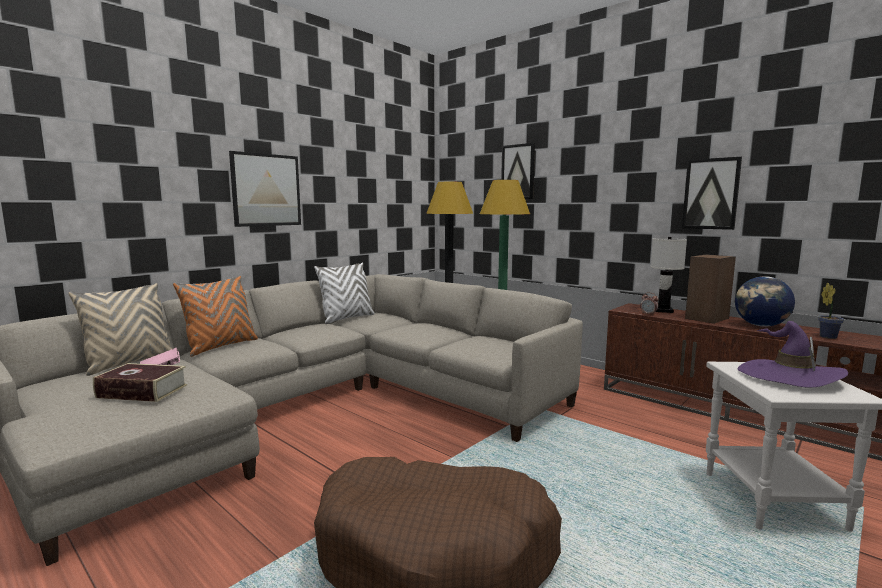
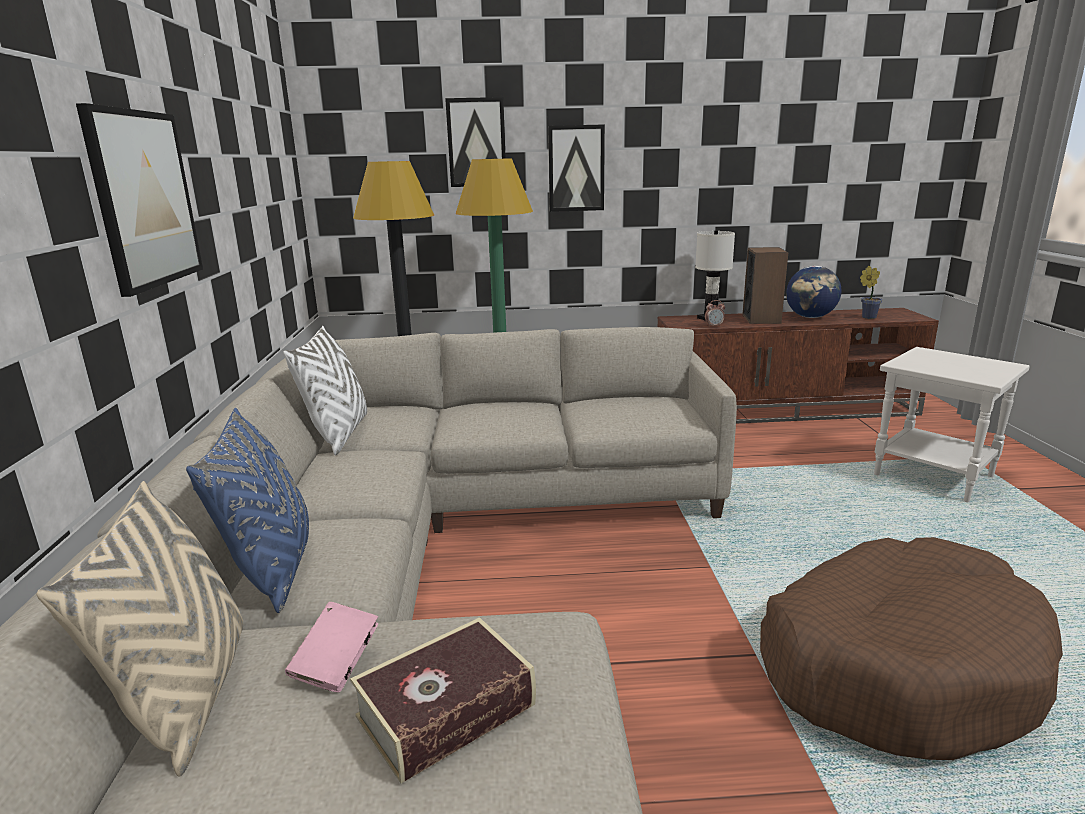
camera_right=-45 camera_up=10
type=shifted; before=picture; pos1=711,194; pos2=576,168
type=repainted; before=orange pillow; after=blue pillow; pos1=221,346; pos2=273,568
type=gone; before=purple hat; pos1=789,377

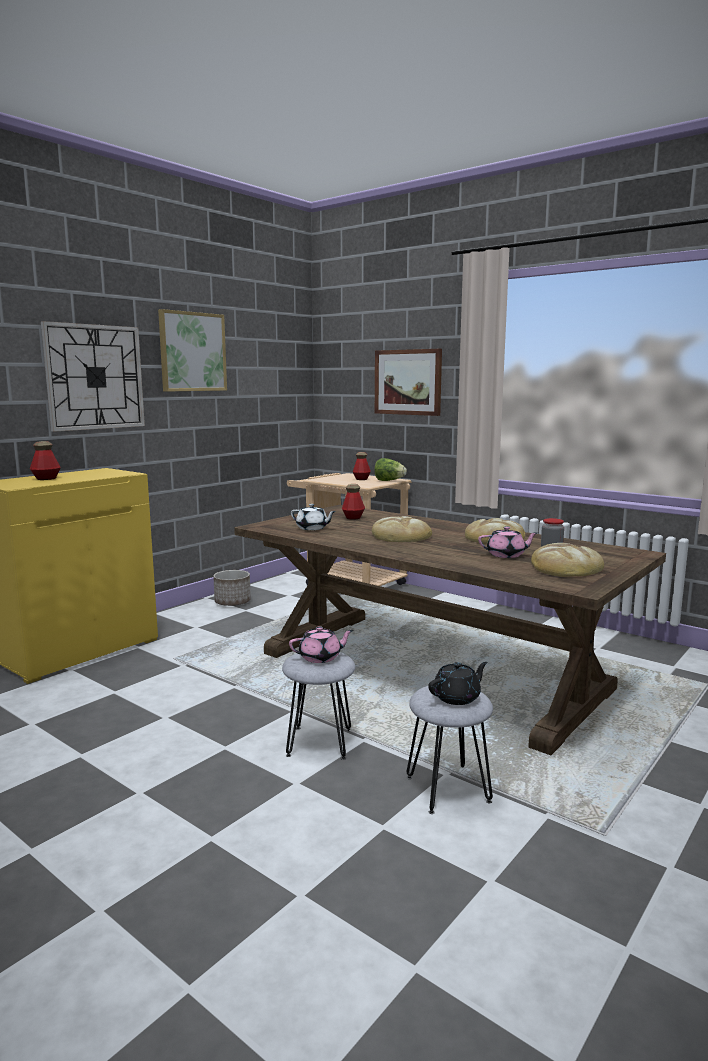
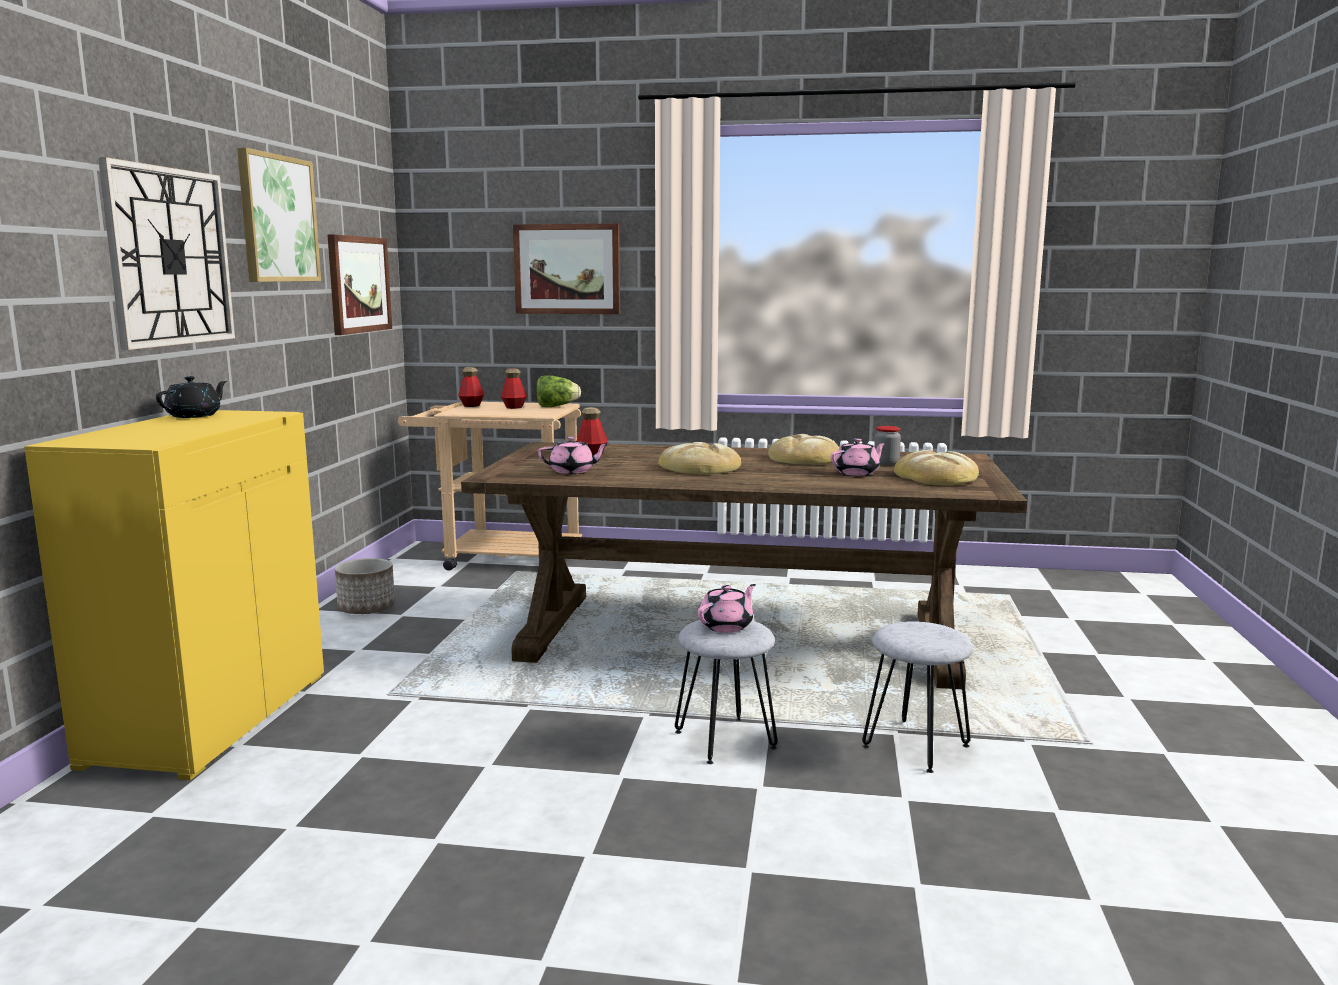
camera_right=-30 camera_up=0
type=shifted; before=bottle; pos1=46,479; pos2=471,405
type=repainted; before=white teapot; after=pink teapot; pos1=312,528; pos2=573,471
type=shifted; before=black teapot; pos1=457,697; pos2=195,416
type=new; after=picture; pos2=358,284

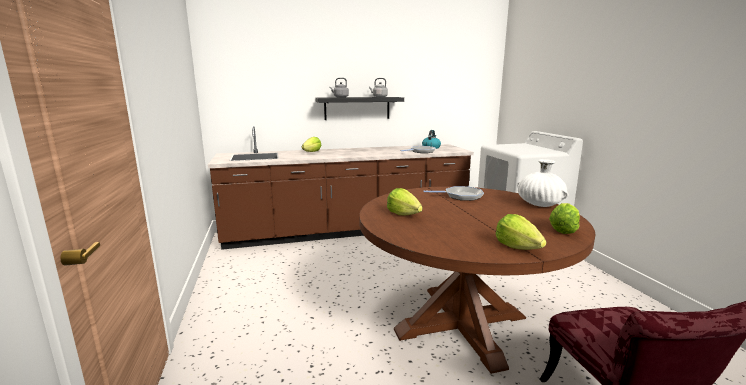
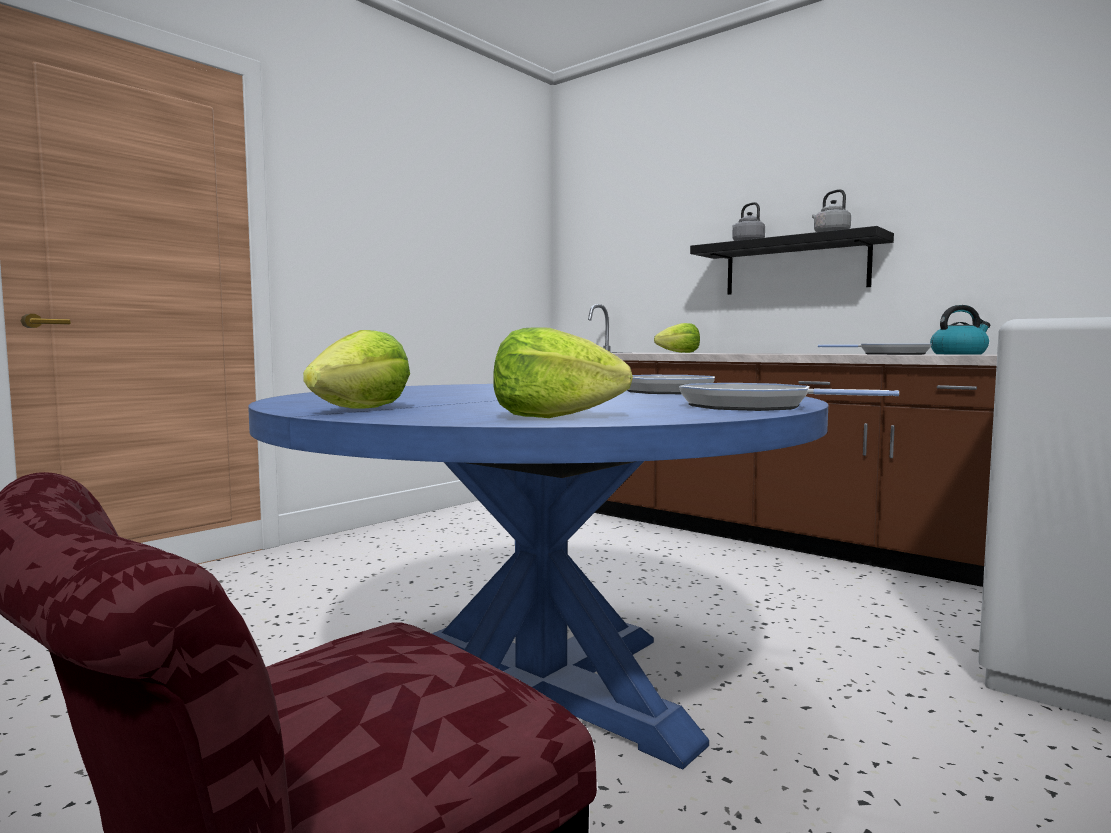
camera_right=55 camera_up=-10
type=swapped; before=white vase; after=frying pan; pos1=540,204; pos2=754,406
type=repainted; before=brown dining table; after=blue dining table; pos1=461,324; pos2=541,692
type=gone; before=lettuce; pos1=403,214

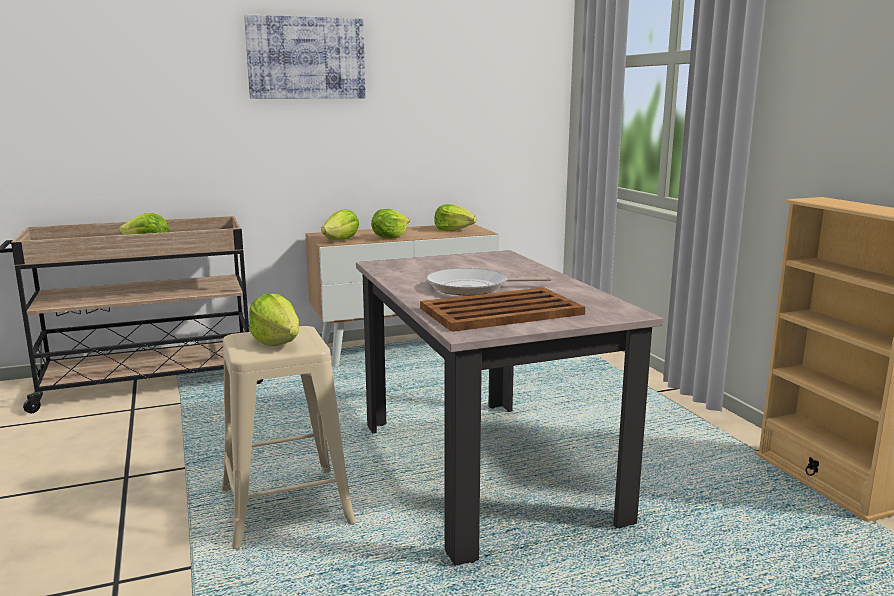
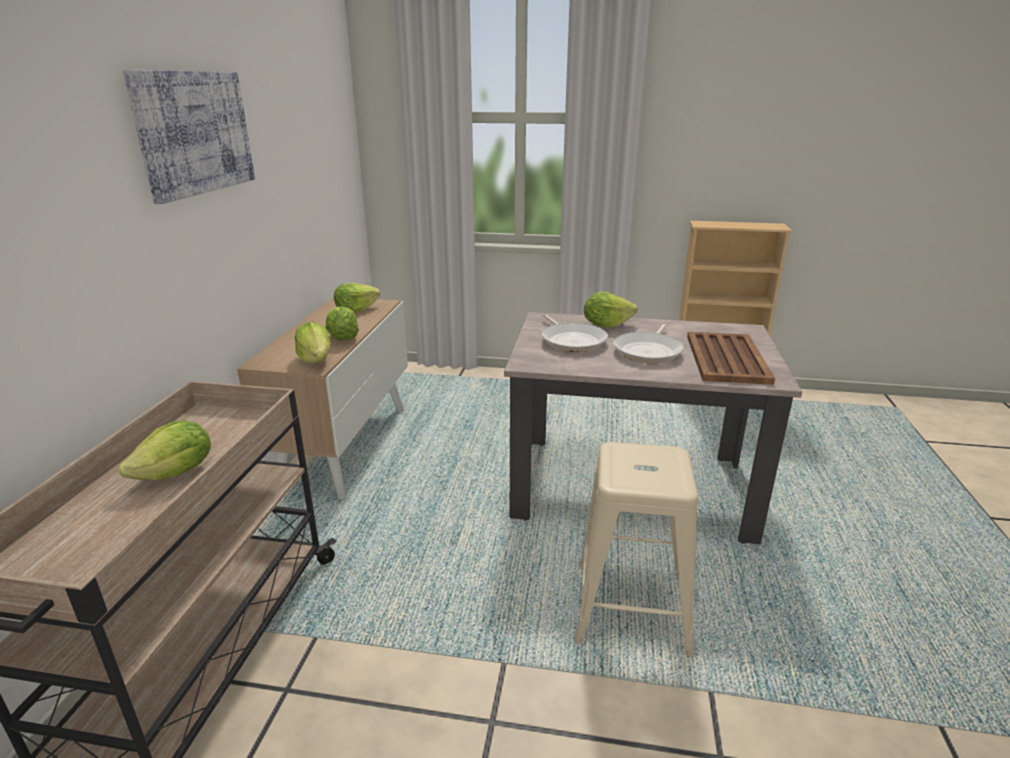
camera_right=-60 camera_up=10
type=shifted; before=lettuce; pos1=277,342; pos2=606,325
type=new; after=frying pan; pos2=572,340

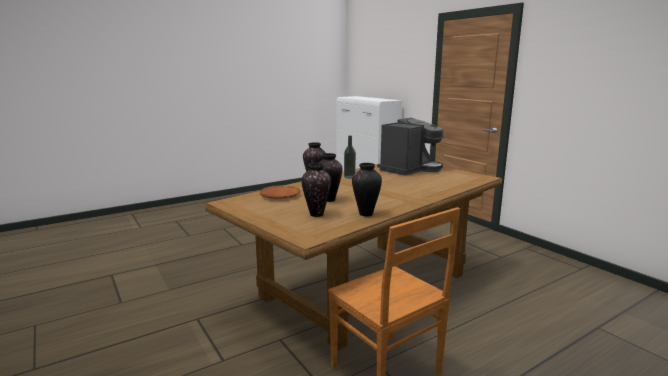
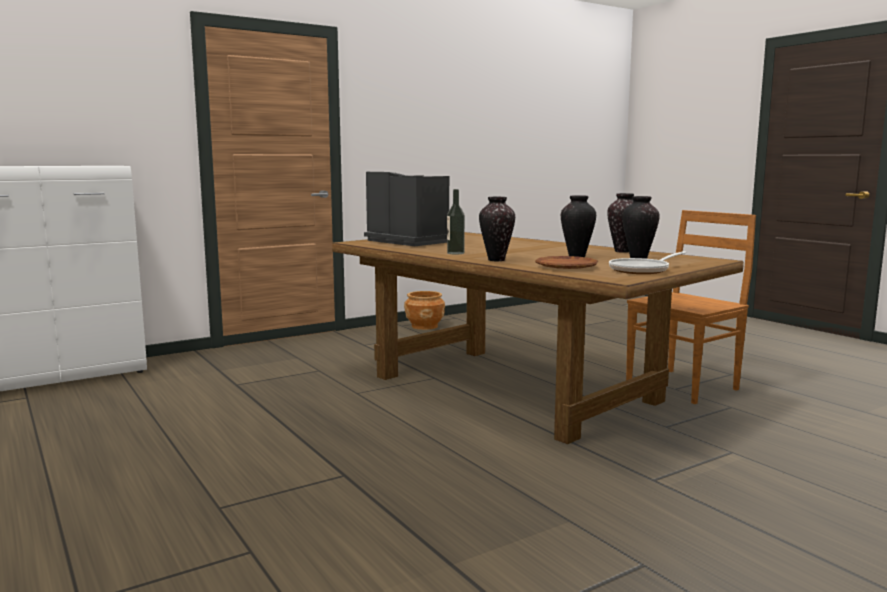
camera_right=-90 camera_up=-5
type=new; after=frying pan; pos2=642,270
type=new; after=brown planter; pos2=424,326

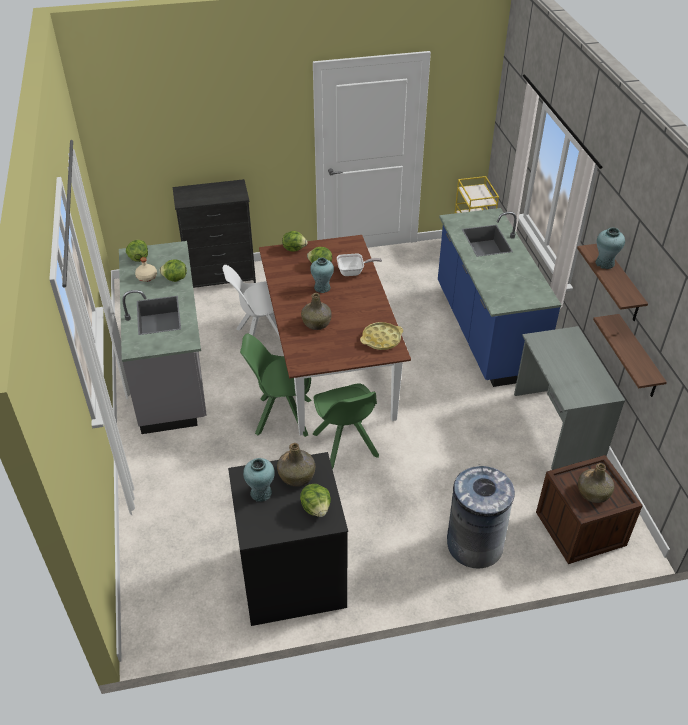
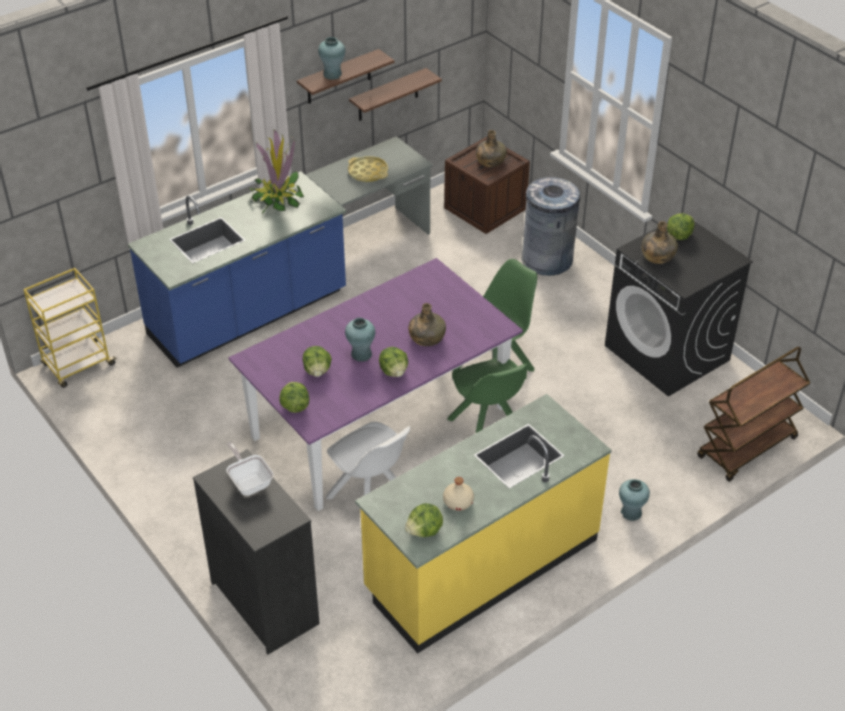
camera_right=-115 camera_up=0
type=repainted; before=brown dining table; after=purple dining table; pos1=330,364; pos2=379,421
type=repainted; before=grey counter; after=yellow counter; pos1=171,370; pos2=481,565
type=shifted; before=frying pan; pos1=353,272; pos2=249,482
type=shifted; before=lettuce; pos1=175,279; pos2=394,371
type=shifted; before=yellow tray; pos1=381,339; pos2=368,172
type=shifted; before=turquoise vase; pos1=261,493; pos2=631,513
type=new; after=potted plant; pos2=278,198
type=new; after=brown cart; pos2=747,449

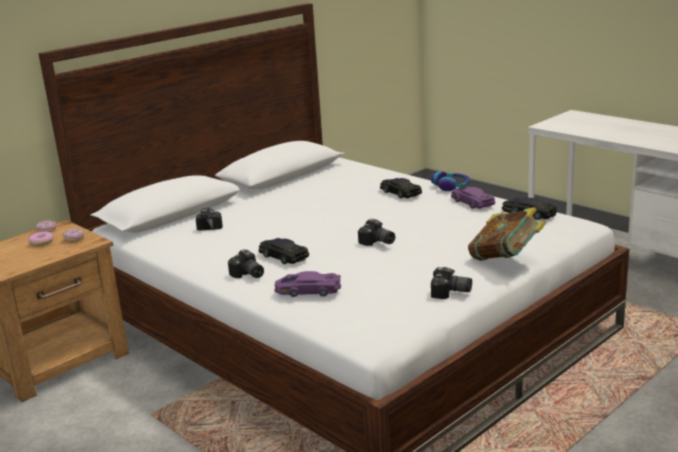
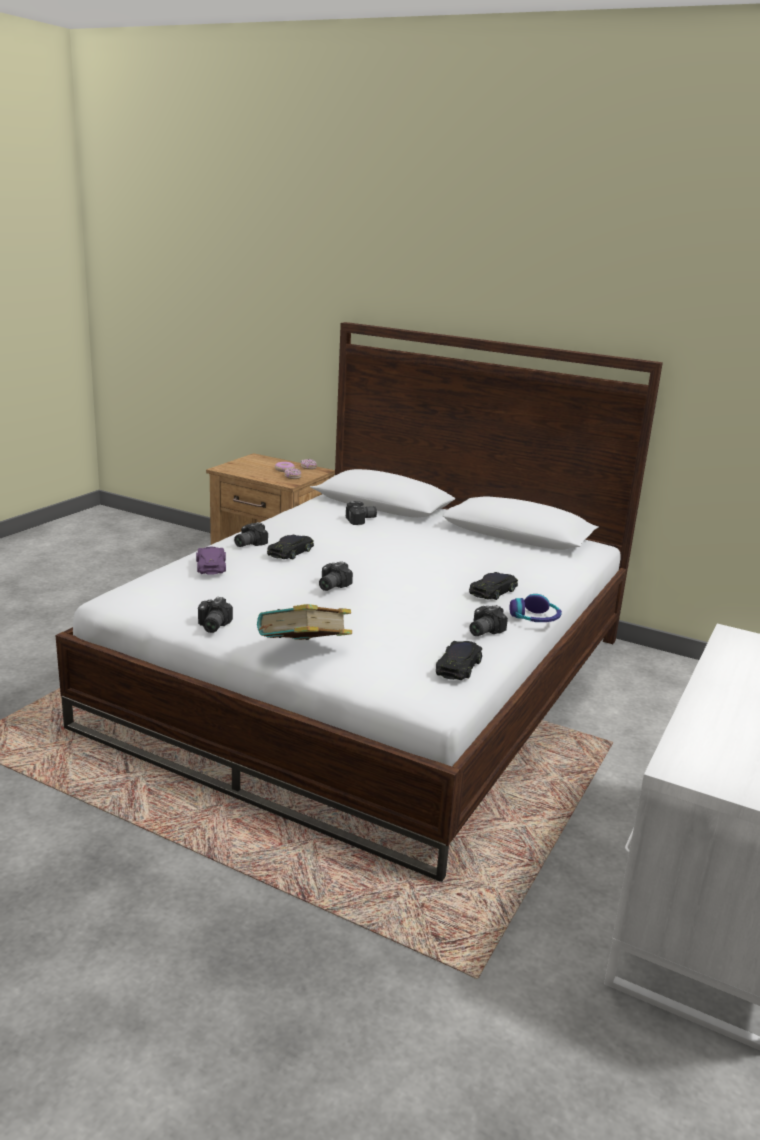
camera_right=70 camera_up=0
type=swapped; before=purple toy car; after=photo camera; pos1=472,202; pos2=482,631

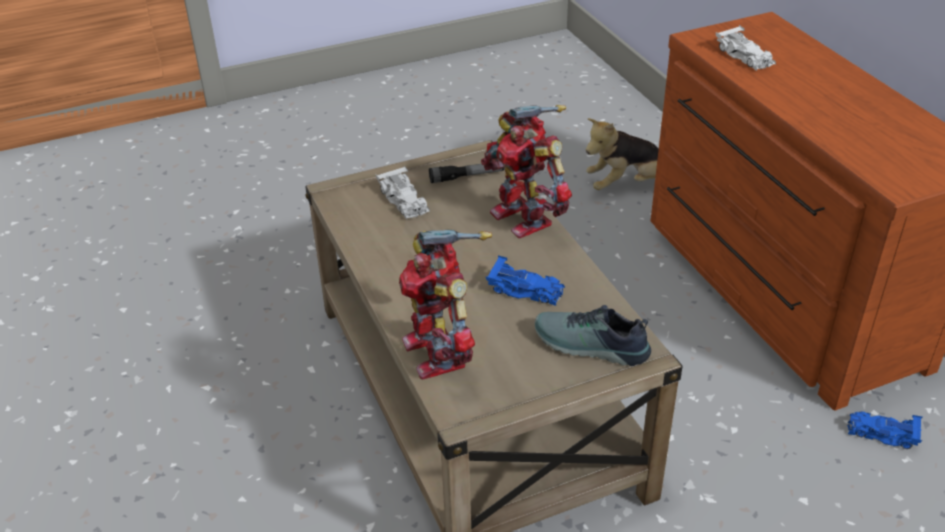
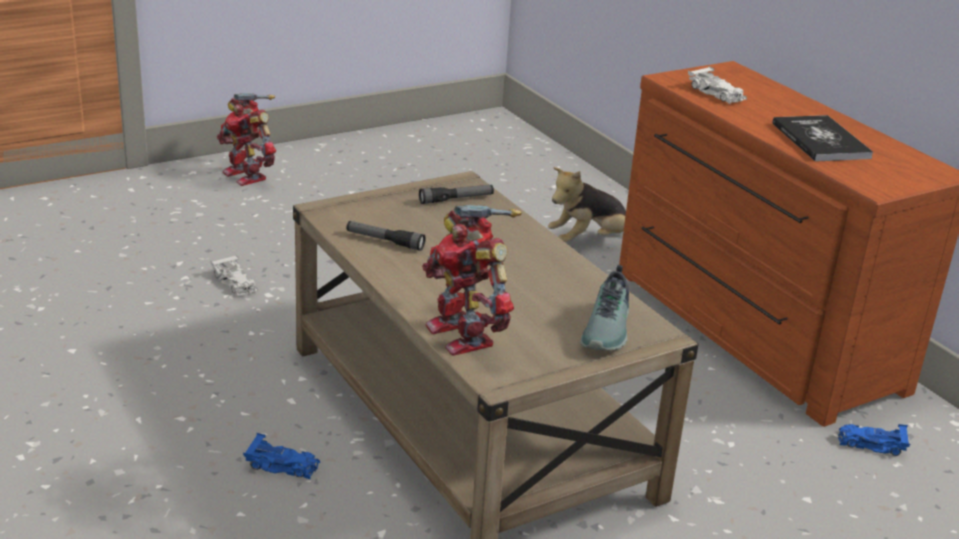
camera_right=-10 camera_up=-10
type=shifted; before=toy robot; pos1=524,217; pos2=247,175
type=shifted; before=white toy car; pos1=404,201; pos2=235,283
type=shifted; before=blue toy car; pos1=526,290; pos2=283,465
type=rotated; before=shoe; pos1=590,346; pos2=609,329; turn=-90
type=new; after=book; pos2=820,140
type=new; after=flashlight; pos2=384,241

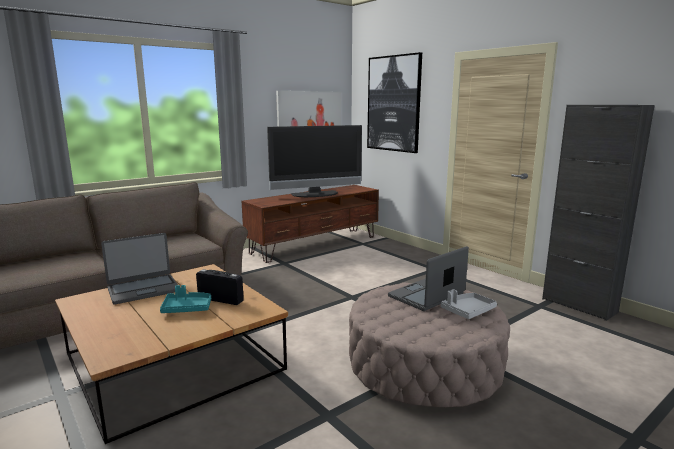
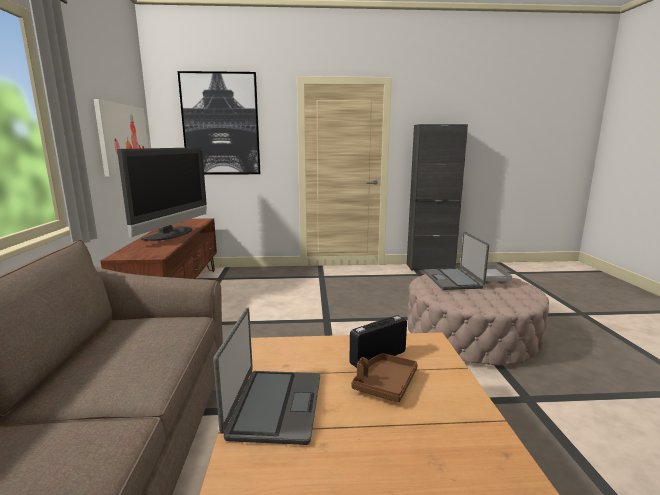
camera_right=-55 camera_up=0
type=repainted; before=turquoise tray; after=brown tray; pos1=187,308; pos2=385,384

